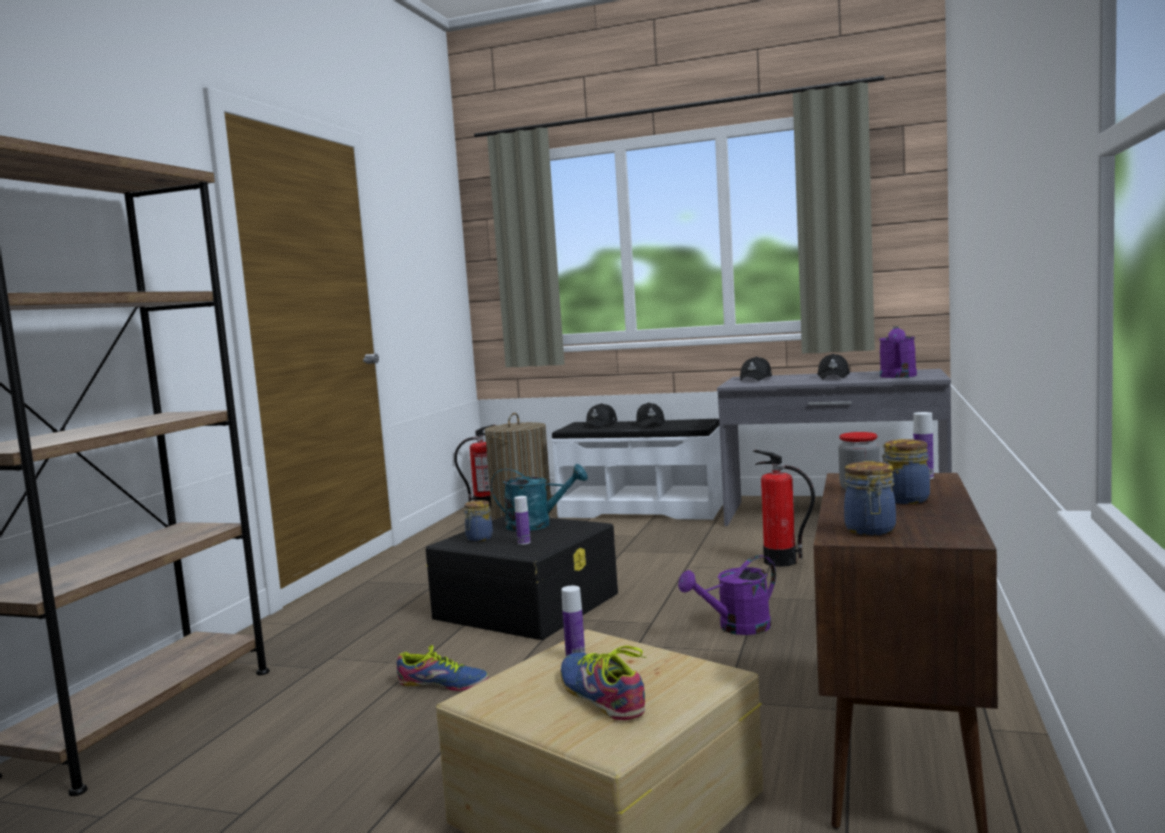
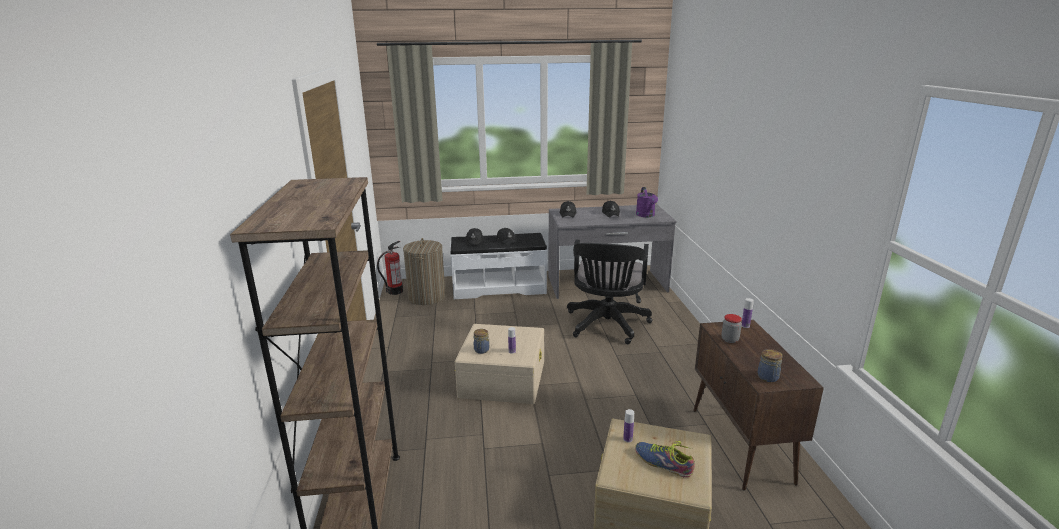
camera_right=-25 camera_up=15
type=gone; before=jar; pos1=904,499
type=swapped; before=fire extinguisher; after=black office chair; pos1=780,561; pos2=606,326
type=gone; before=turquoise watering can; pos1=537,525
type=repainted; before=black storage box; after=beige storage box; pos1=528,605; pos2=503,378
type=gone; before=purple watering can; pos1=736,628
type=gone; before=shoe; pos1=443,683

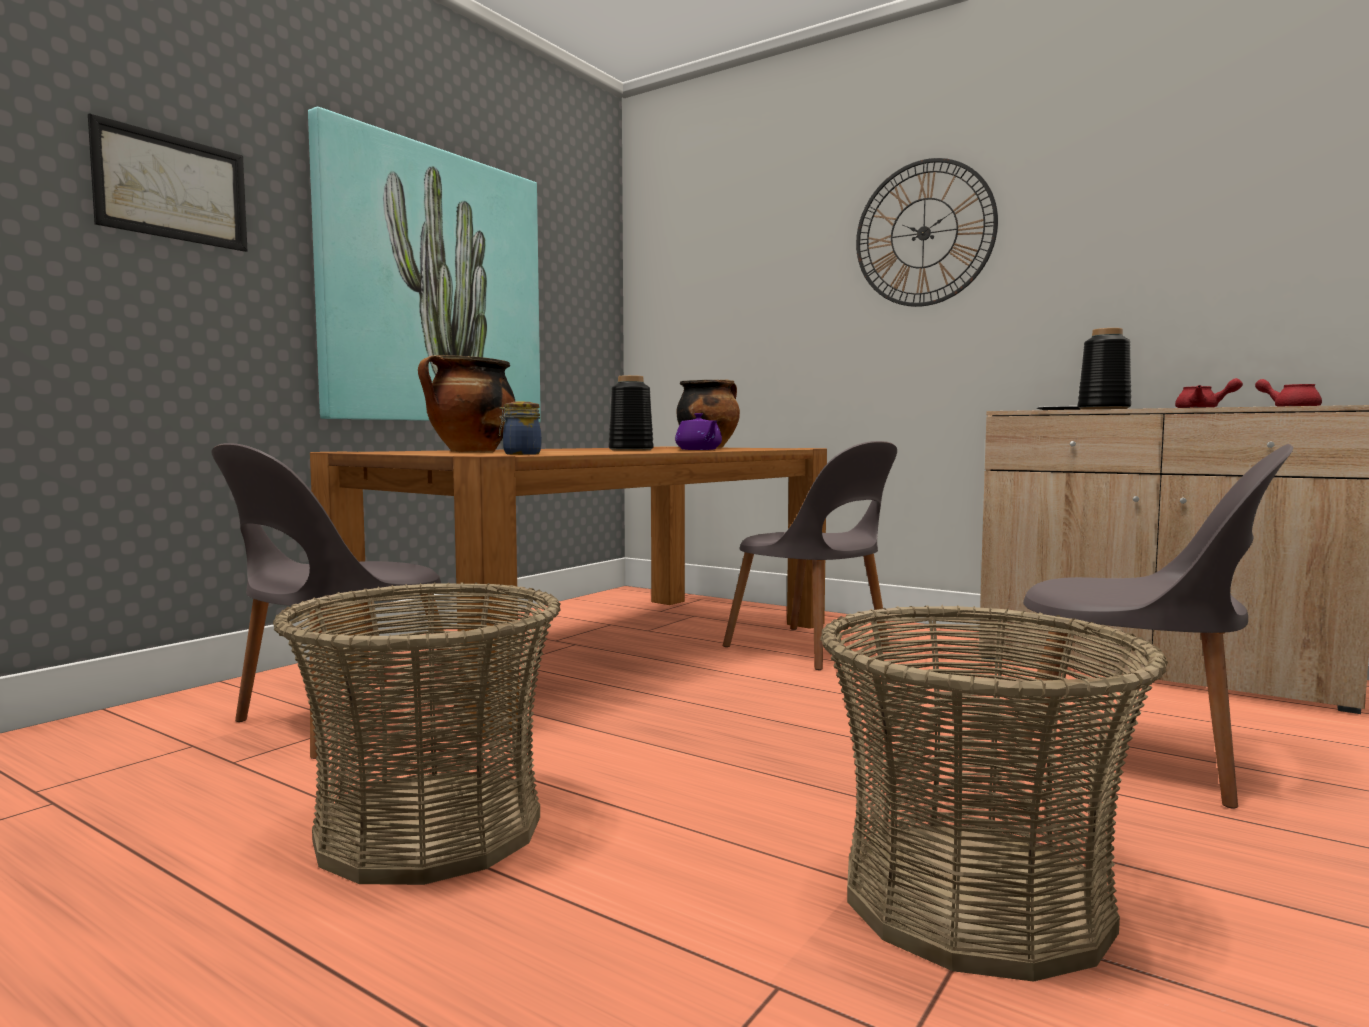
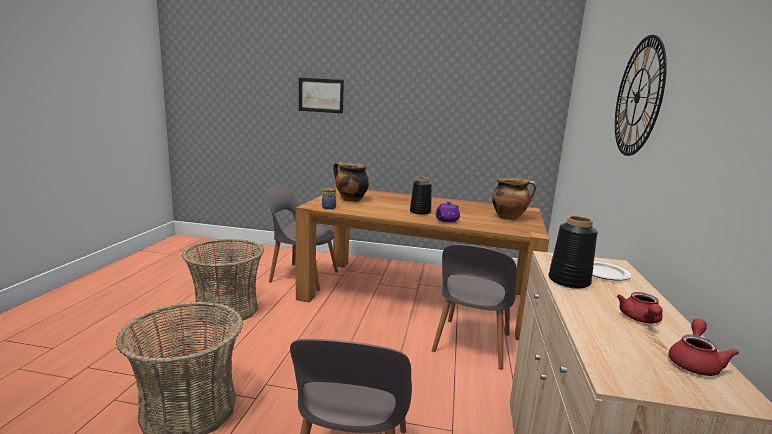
camera_right=65 camera_up=10
type=gone; before=picture; pos1=433,288

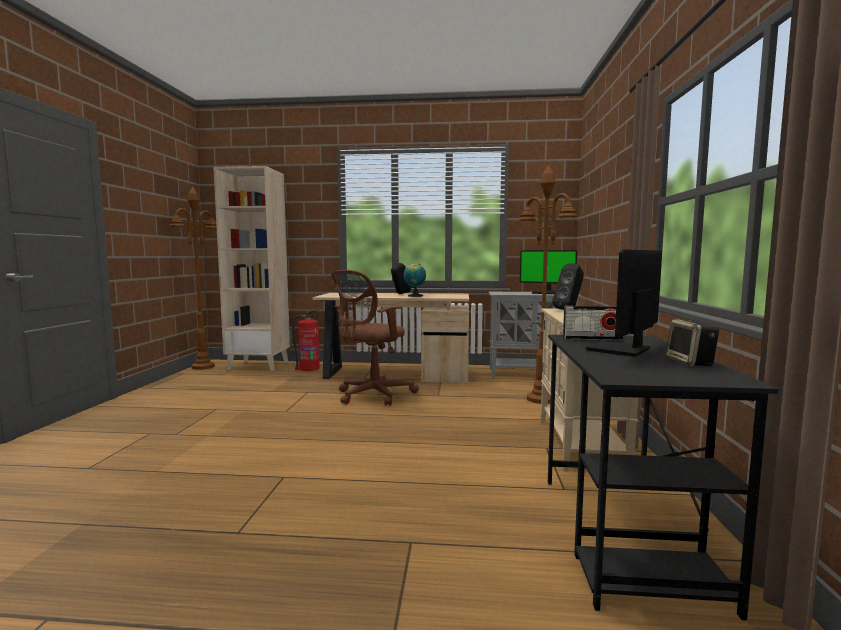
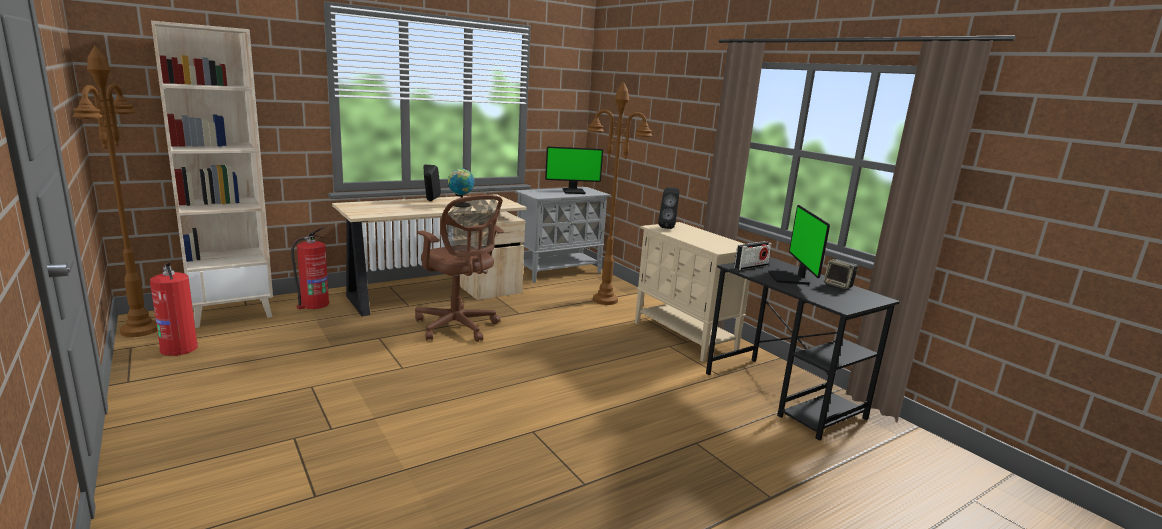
camera_right=-40 camera_up=10
type=rotated; before=brown office chair; pos1=372,395; pos2=458,327; turn=-45
type=new; after=fire extinguisher; pos2=179,348

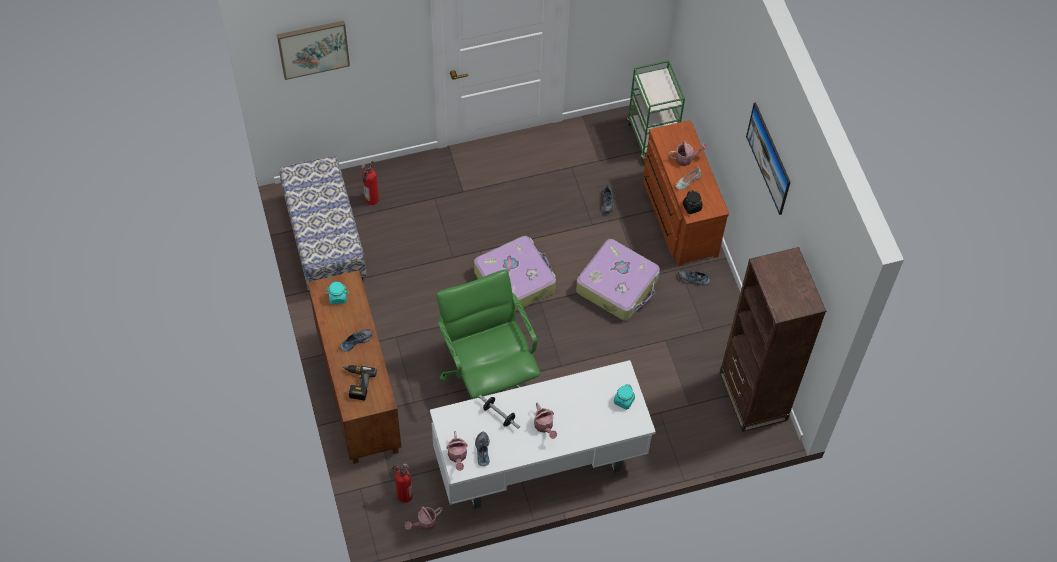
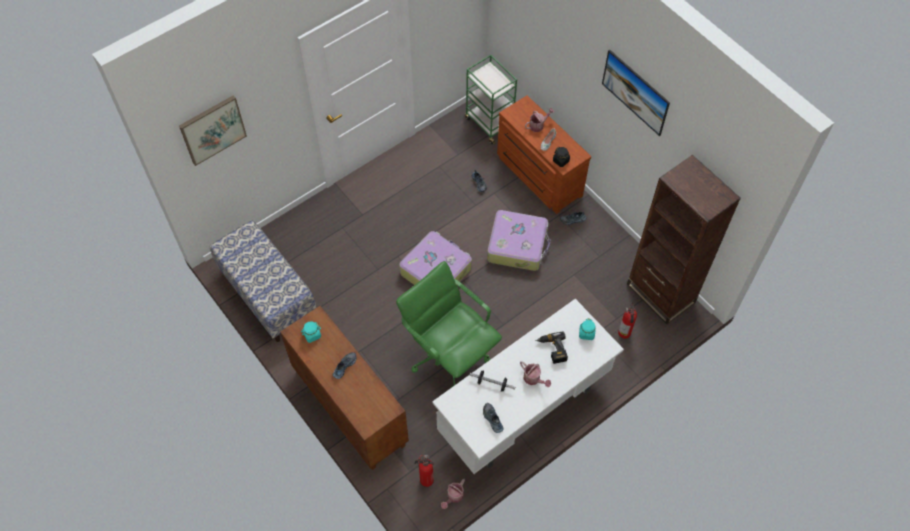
camera_right=-20 camera_up=0
type=shifted; before=fire extinguisher; pos1=371,200; pos2=624,333
type=shifted; before=power drill; pos1=357,383; pos2=552,349
type=gone; before=watering can; pos1=457,456

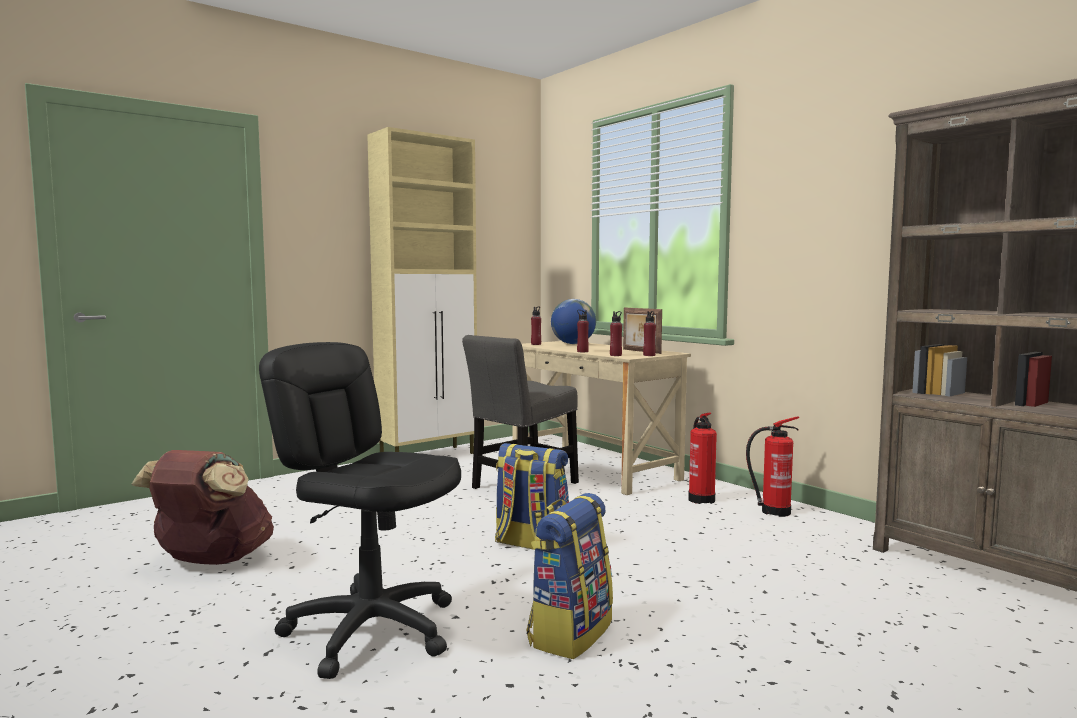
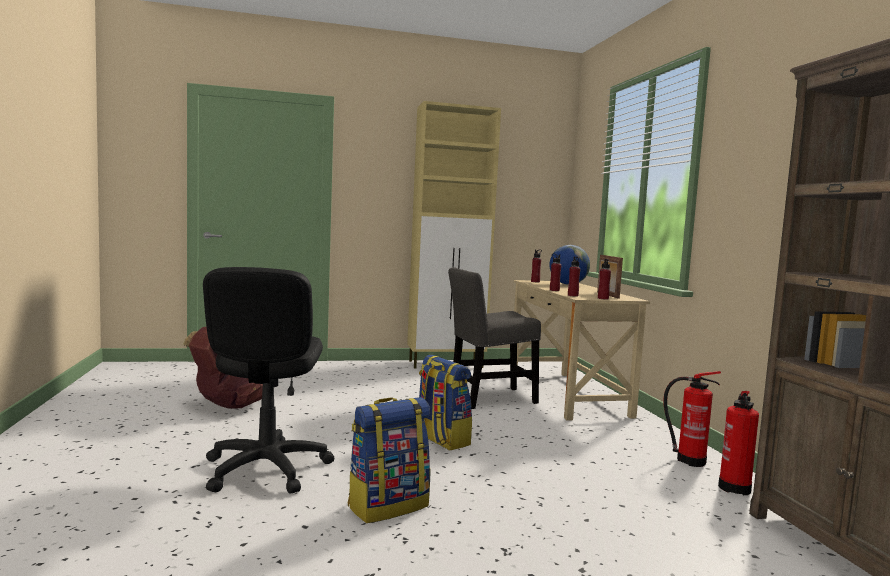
camera_right=25 camera_up=0
type=rotated; before=black office chair; pos1=371,630; pos2=266,469; turn=-150
type=shifted; before=fire extinguisher; pos1=701,499; pos2=734,487

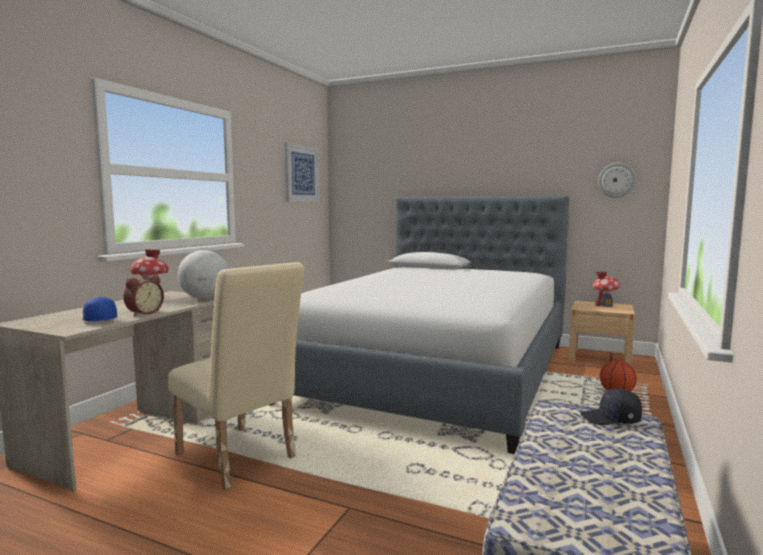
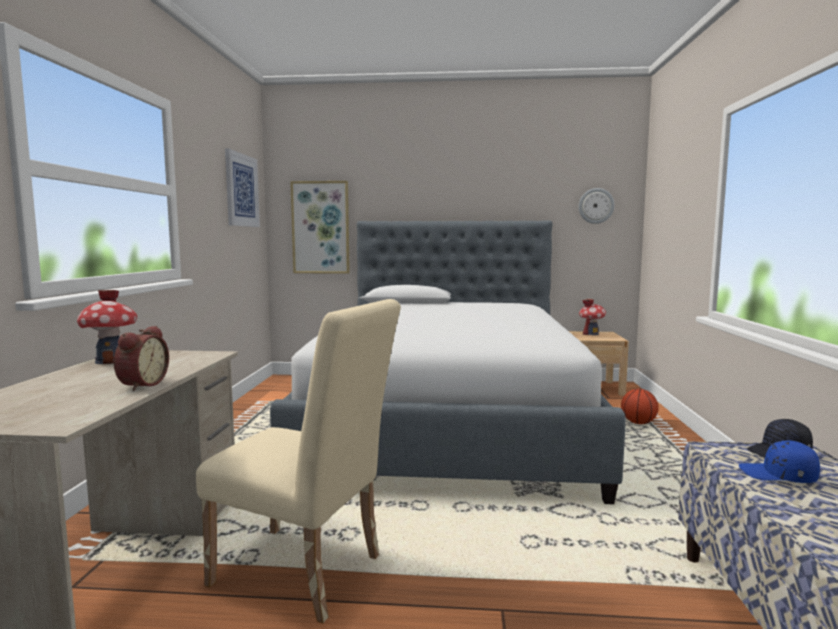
camera_right=-20 camera_up=0
type=gone; before=globe; pos1=205,298
type=shifted; before=blue cap; pos1=98,320; pos2=778,476
type=new; after=picture; pos2=320,227

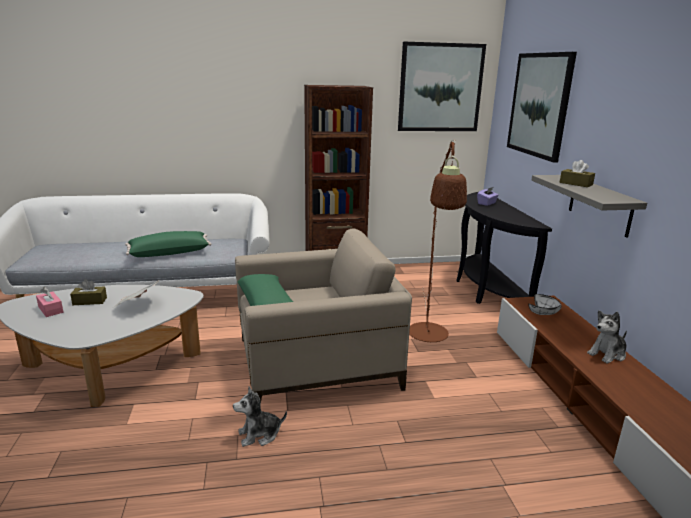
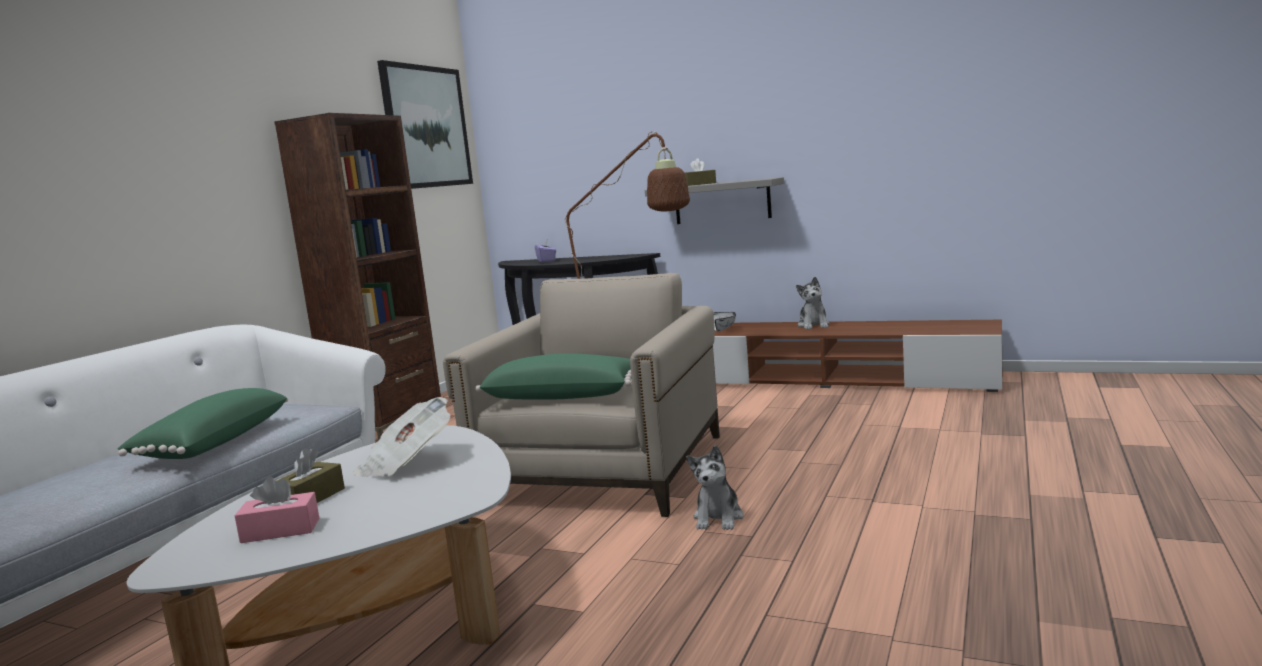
camera_right=-55 camera_up=-10
type=gone; before=picture; pos1=539,105

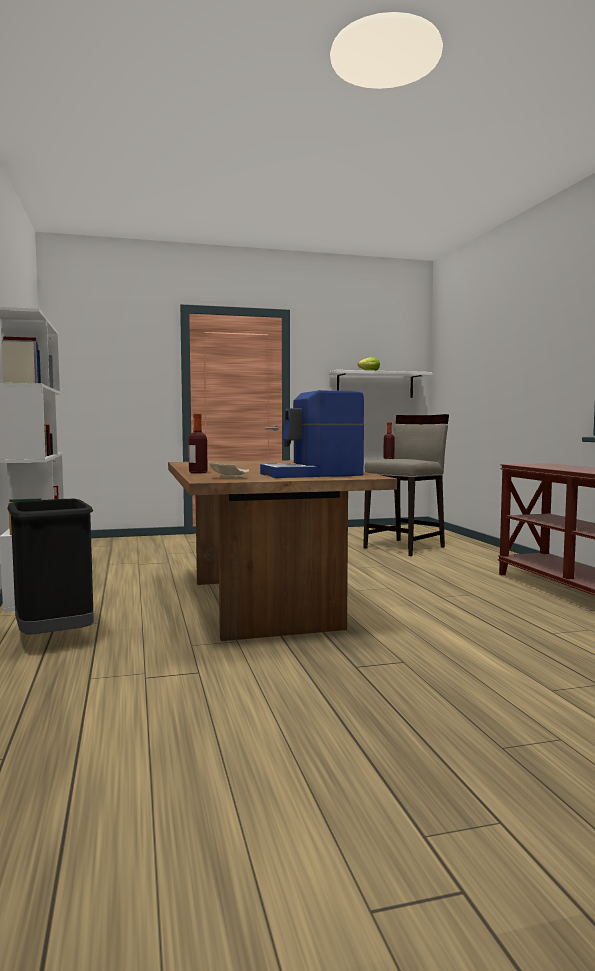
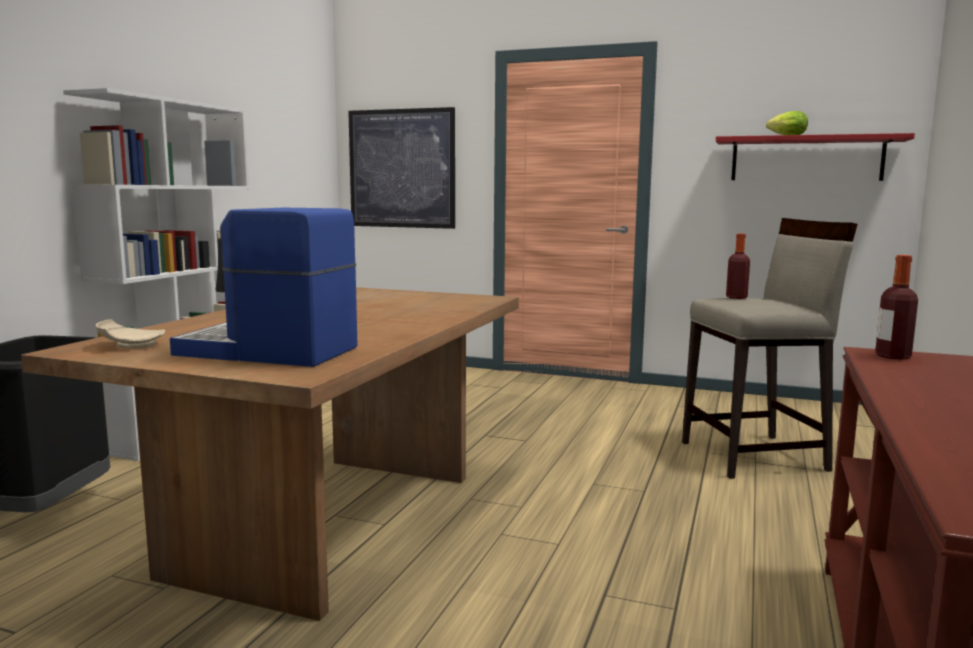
camera_right=35 camera_up=5
type=repainted; before=white shelf; after=red shelf; pos1=375,385; pos2=806,159
type=shifted; before=bottle; pos1=198,472; pos2=892,356
type=new; after=picture; pos2=401,169

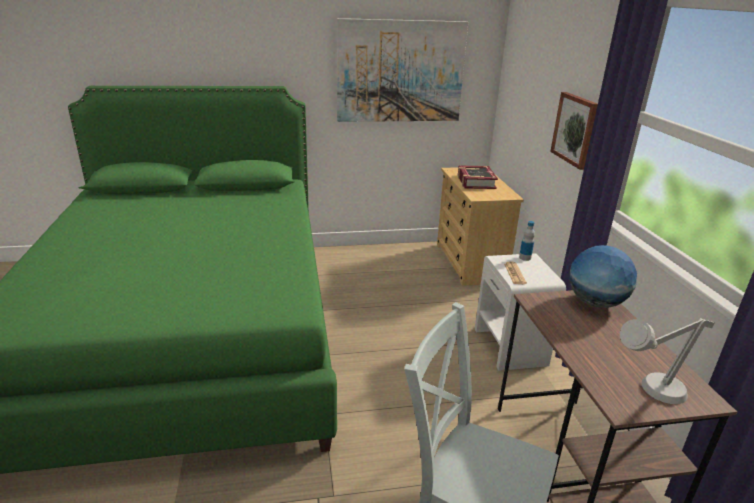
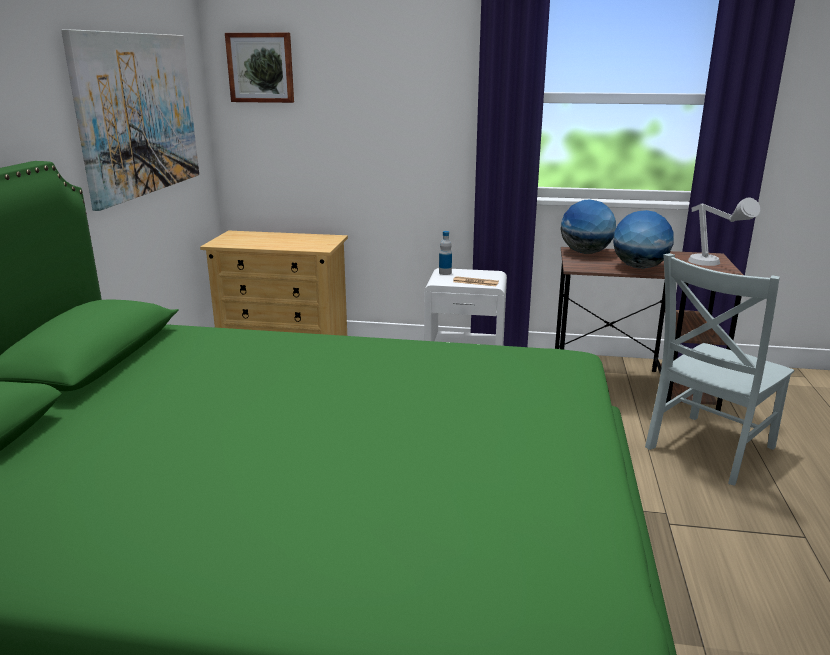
camera_right=-70 camera_up=-5
type=shifted; before=picture; pos1=576,129; pos2=261,68
type=gone; before=book; pos1=475,182
type=new; after=globe; pos2=639,267

